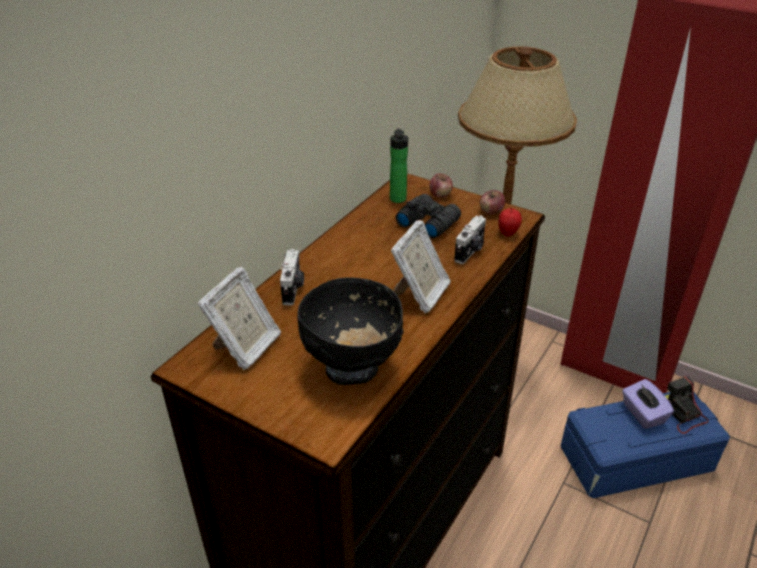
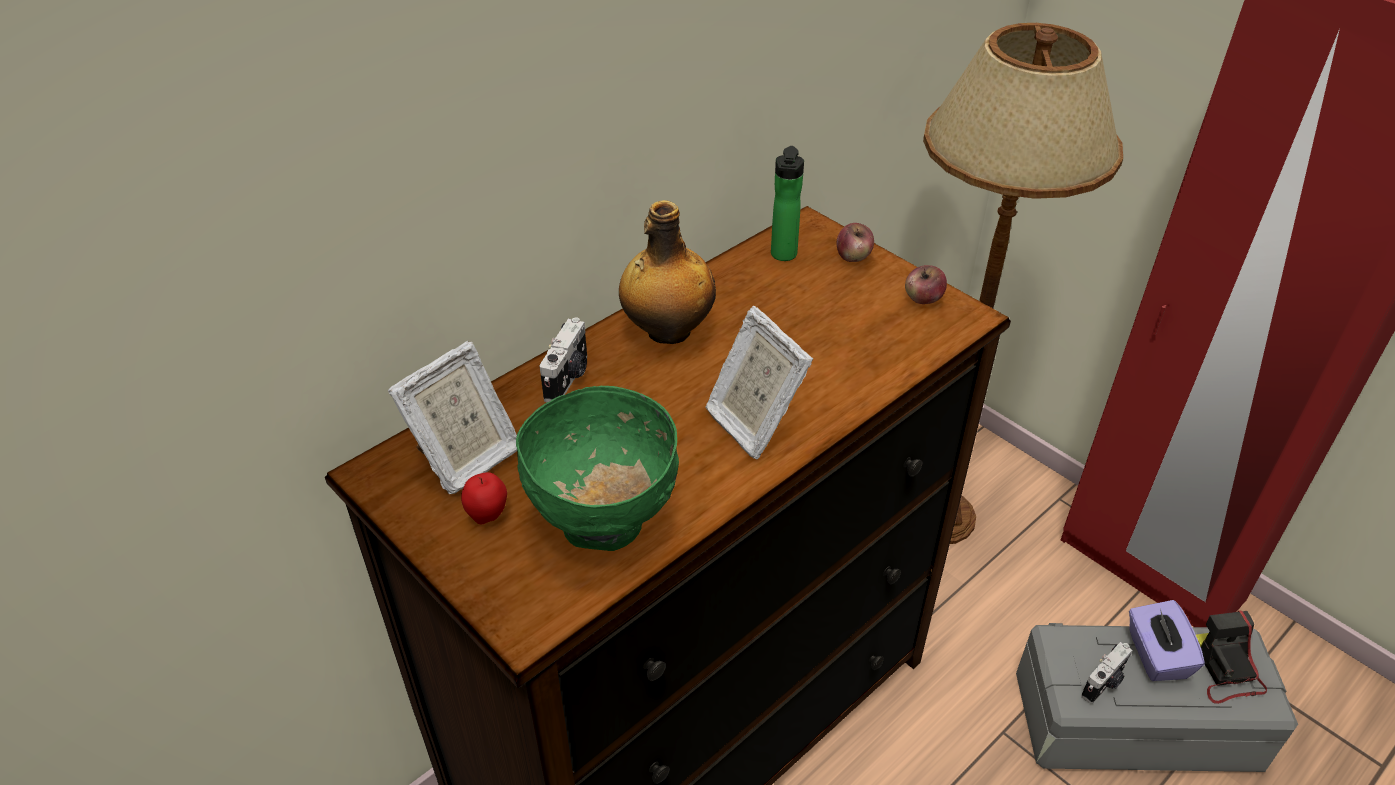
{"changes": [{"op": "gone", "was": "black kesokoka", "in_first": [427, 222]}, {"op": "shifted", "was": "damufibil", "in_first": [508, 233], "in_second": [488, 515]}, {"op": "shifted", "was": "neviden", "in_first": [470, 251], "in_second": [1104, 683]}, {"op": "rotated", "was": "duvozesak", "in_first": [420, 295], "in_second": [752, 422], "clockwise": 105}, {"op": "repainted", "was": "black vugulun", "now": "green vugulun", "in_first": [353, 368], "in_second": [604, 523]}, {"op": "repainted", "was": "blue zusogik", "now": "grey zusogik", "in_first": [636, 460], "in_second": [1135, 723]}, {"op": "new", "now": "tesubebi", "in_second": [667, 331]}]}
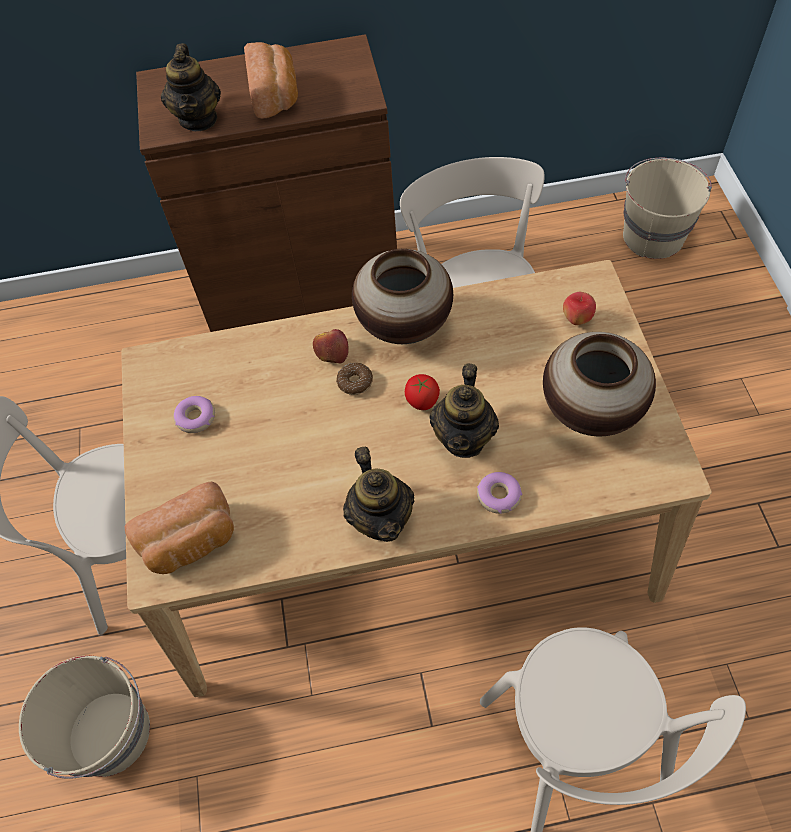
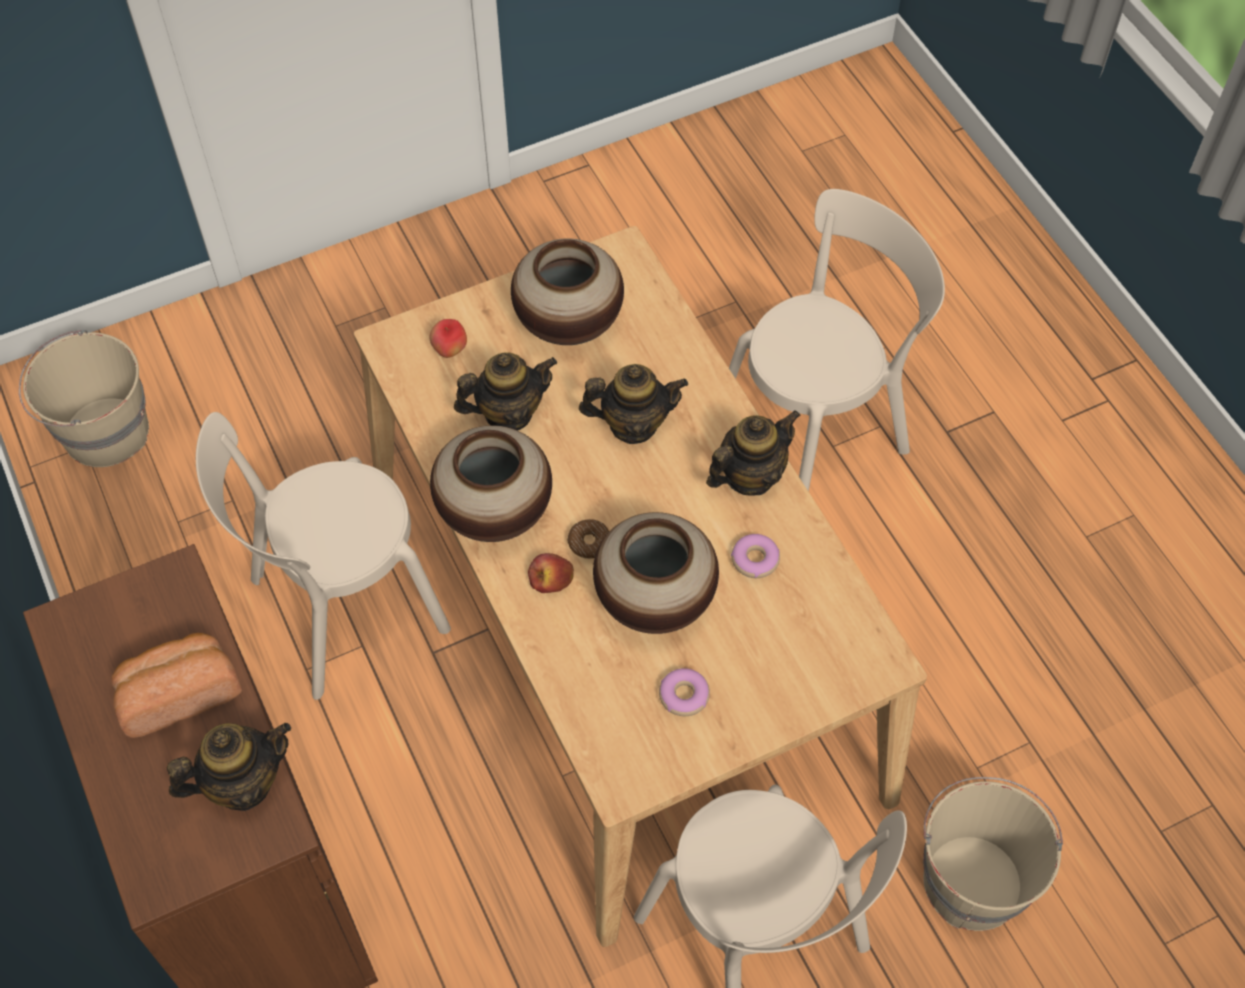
{"changes": [{"op": "gone", "was": "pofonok", "in_first": [422, 401]}, {"op": "shifted", "was": "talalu", "in_first": [498, 496], "in_second": [755, 560]}, {"op": "gone", "was": "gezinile", "in_first": [191, 542]}, {"op": "new", "now": "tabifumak", "in_second": [508, 413]}, {"op": "new", "now": "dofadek", "in_second": [654, 601]}]}
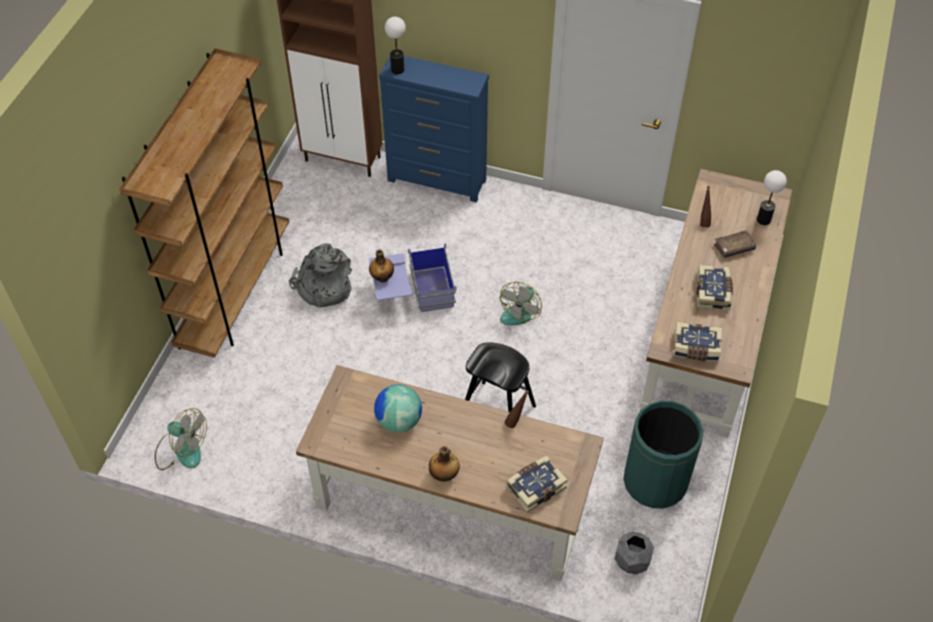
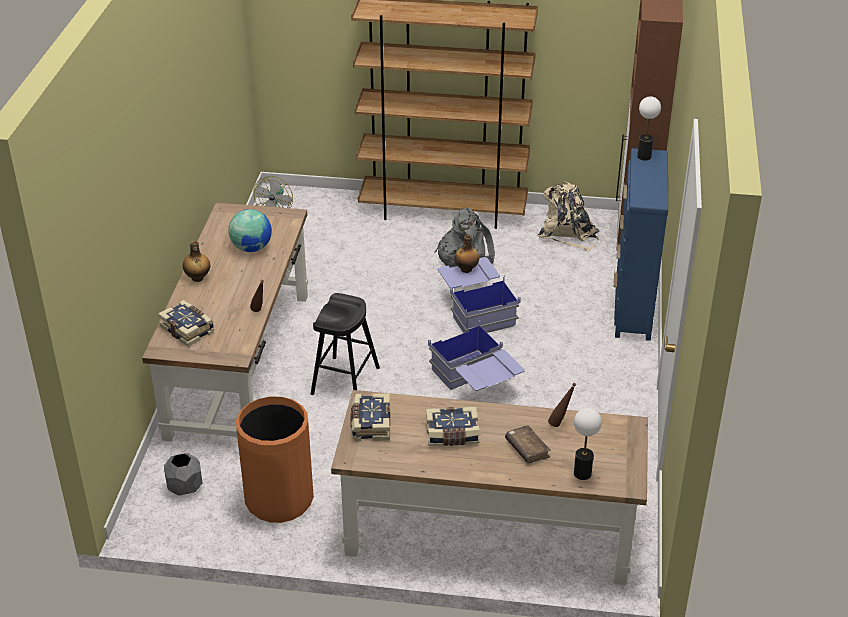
{"changes": [{"op": "swapped", "was": "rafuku", "now": "blue zusogik", "in_first": [520, 310], "in_second": [476, 383]}, {"op": "repainted", "was": "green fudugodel", "now": "orange fudugodel", "in_first": [655, 482], "in_second": [279, 499]}, {"op": "new", "now": "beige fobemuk", "in_second": [568, 234]}]}
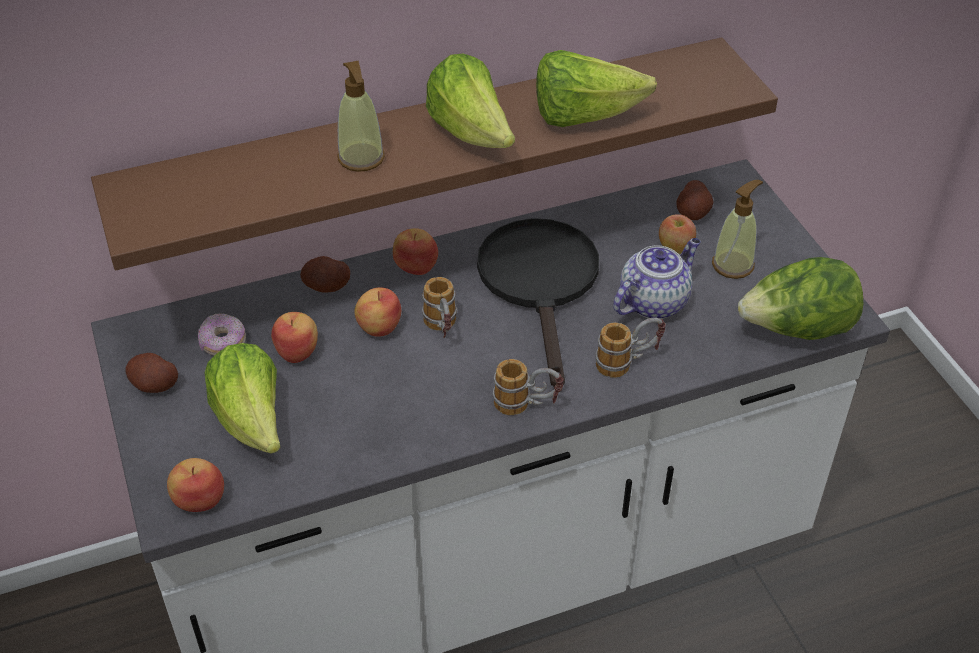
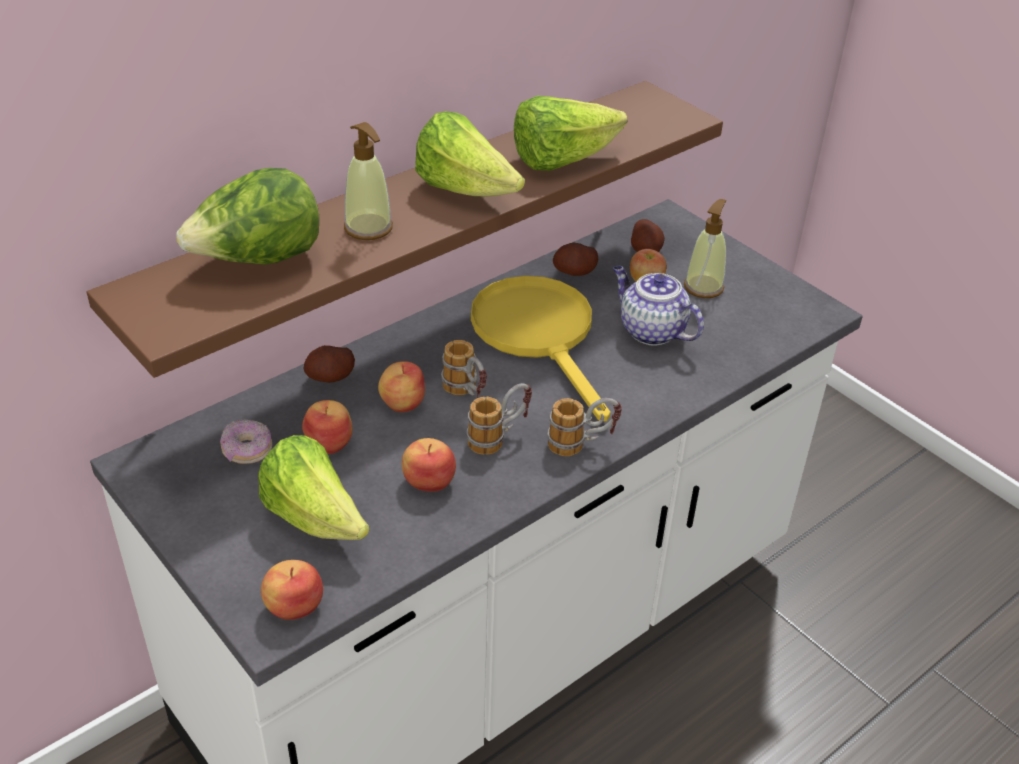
{"changes": [{"op": "repainted", "was": "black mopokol", "now": "yellow mopokol", "in_first": [541, 284], "in_second": [540, 335]}, {"op": "shifted", "was": "damufibil", "in_first": [416, 265], "in_second": [429, 481]}, {"op": "rotated", "was": "tabifumak", "in_first": [654, 301], "in_second": [650, 330], "clockwise": -75}, {"op": "shifted", "was": "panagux", "in_first": [796, 330], "in_second": [258, 261]}, {"op": "shifted", "was": "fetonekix", "in_first": [628, 363], "in_second": [499, 437]}, {"op": "shifted", "was": "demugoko", "in_first": [154, 384], "in_second": [574, 272]}]}
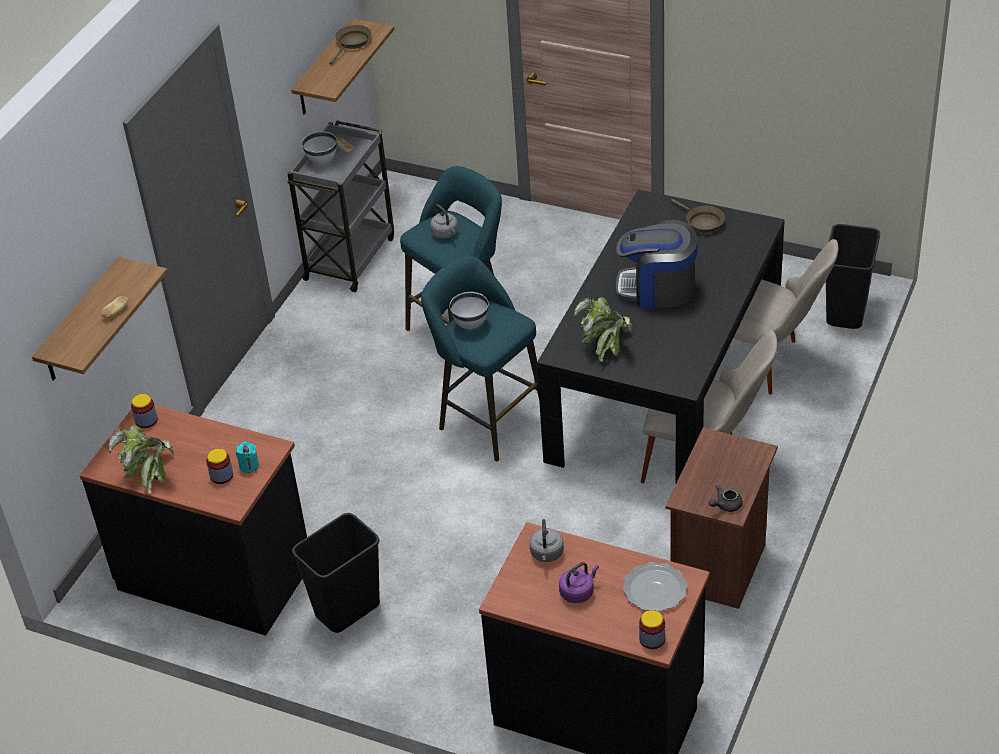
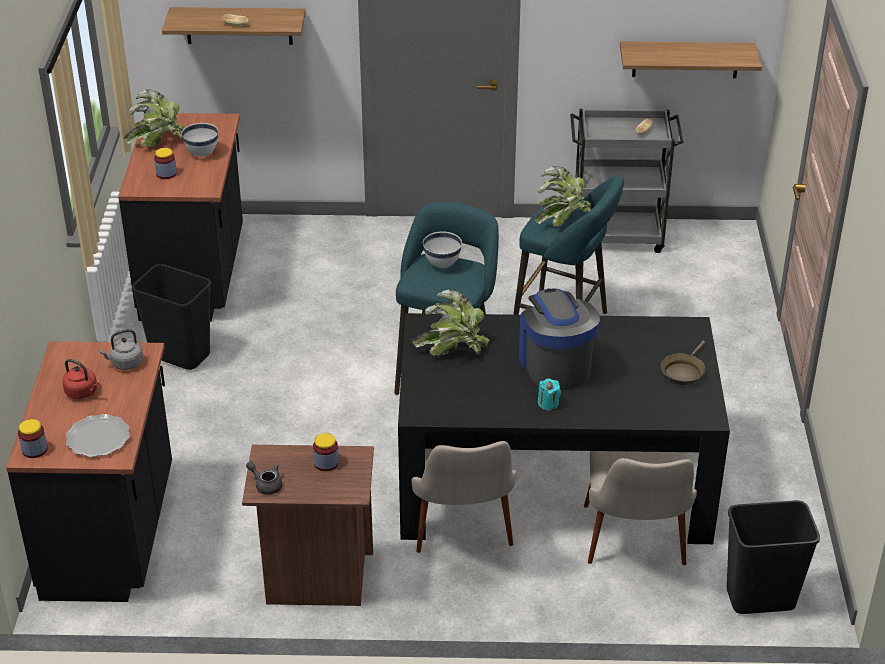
{"changes": [{"op": "gone", "was": "brown mopokol", "in_first": [352, 43]}, {"op": "shifted", "was": "white vugulun", "in_first": [322, 161], "in_second": [202, 154]}, {"op": "swapped", "was": "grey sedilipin", "now": "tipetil", "in_first": [445, 234], "in_second": [563, 219]}, {"op": "shifted", "was": "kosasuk", "in_first": [146, 420], "in_second": [326, 463]}, {"op": "shifted", "was": "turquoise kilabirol", "in_first": [249, 465], "in_second": [548, 404]}, {"op": "repainted", "was": "purple sedilipin", "now": "red sedilipin", "in_first": [578, 592], "in_second": [83, 392]}]}
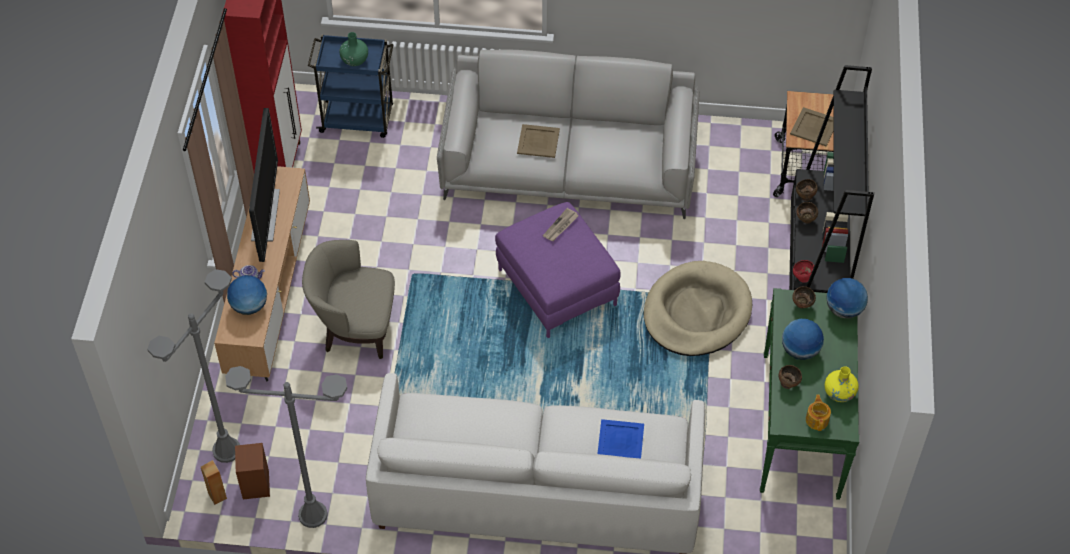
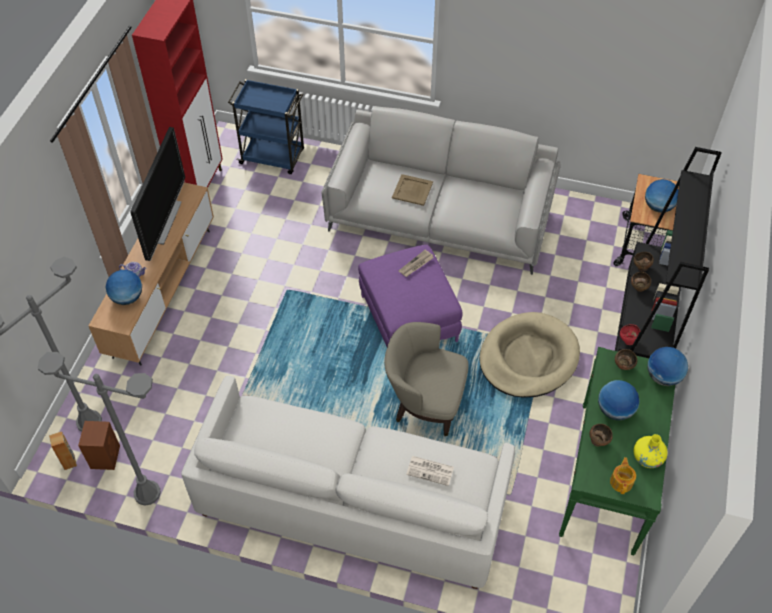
{"changes": [{"op": "gone", "was": "green dofadek", "in_first": [354, 60]}, {"op": "swapped", "was": "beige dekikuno", "now": "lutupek", "in_first": [814, 126], "in_second": [658, 207]}, {"op": "shifted", "was": "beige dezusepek", "in_first": [355, 329], "in_second": [425, 404]}, {"op": "swapped", "was": "blue dekikuno", "now": "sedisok", "in_first": [621, 440], "in_second": [431, 470]}]}
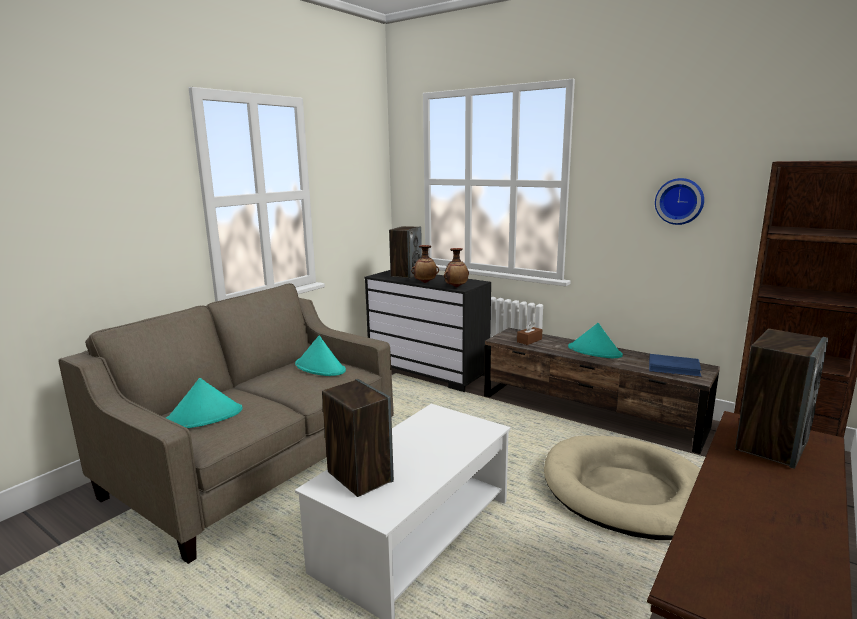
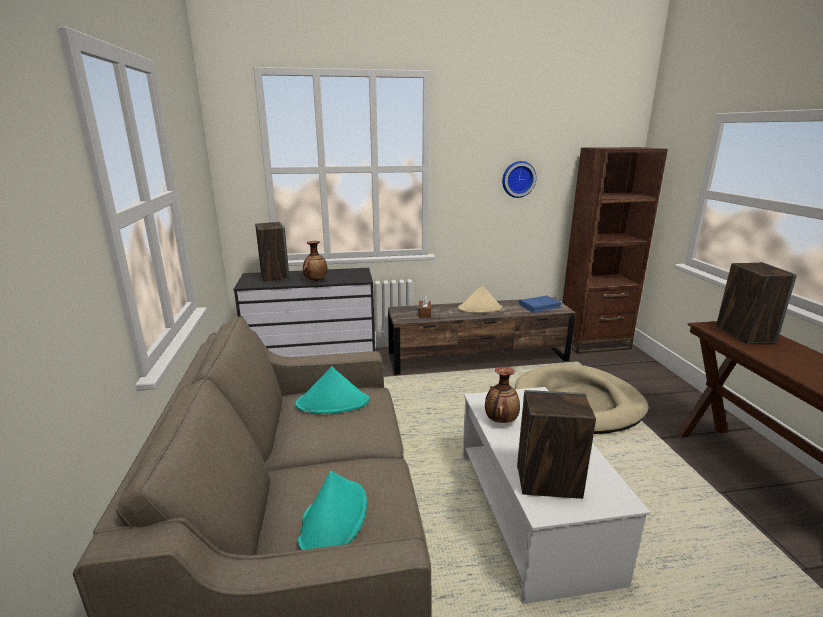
{"changes": [{"op": "shifted", "was": "dofadek", "in_first": [456, 287], "in_second": [500, 420]}, {"op": "repainted", "was": "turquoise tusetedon", "now": "beige tusetedon", "in_first": [595, 351], "in_second": [480, 308]}]}
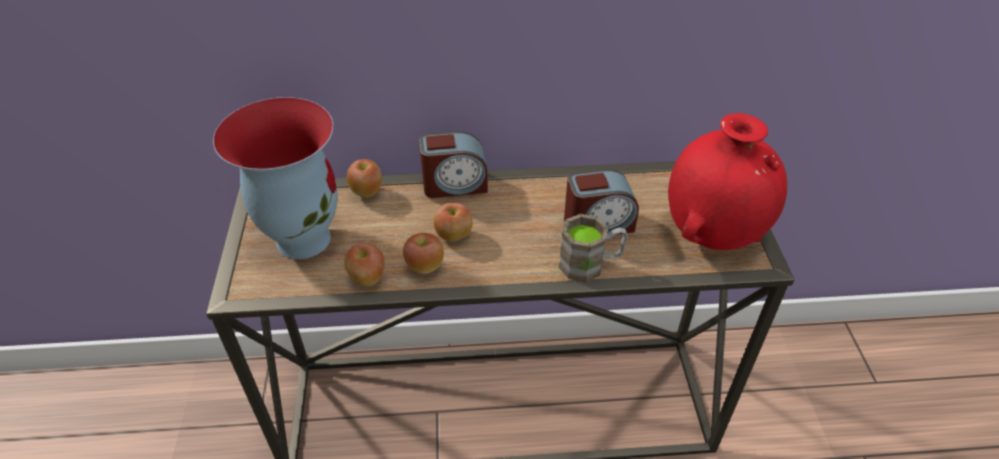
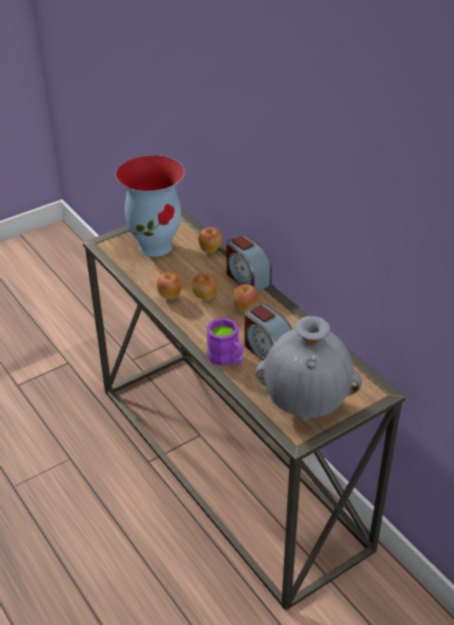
{"changes": [{"op": "repainted", "was": "red dofadek", "now": "grey dofadek", "in_first": [713, 233], "in_second": [306, 406]}, {"op": "repainted", "was": "brown fetonekix", "now": "purple fetonekix", "in_first": [590, 264], "in_second": [227, 358]}, {"op": "shifted", "was": "damufibil", "in_first": [367, 278], "in_second": [244, 308]}]}
